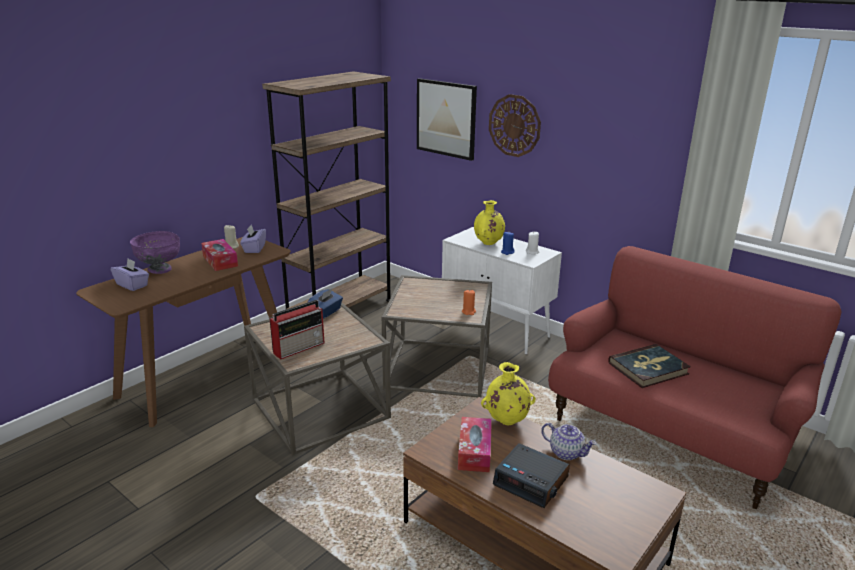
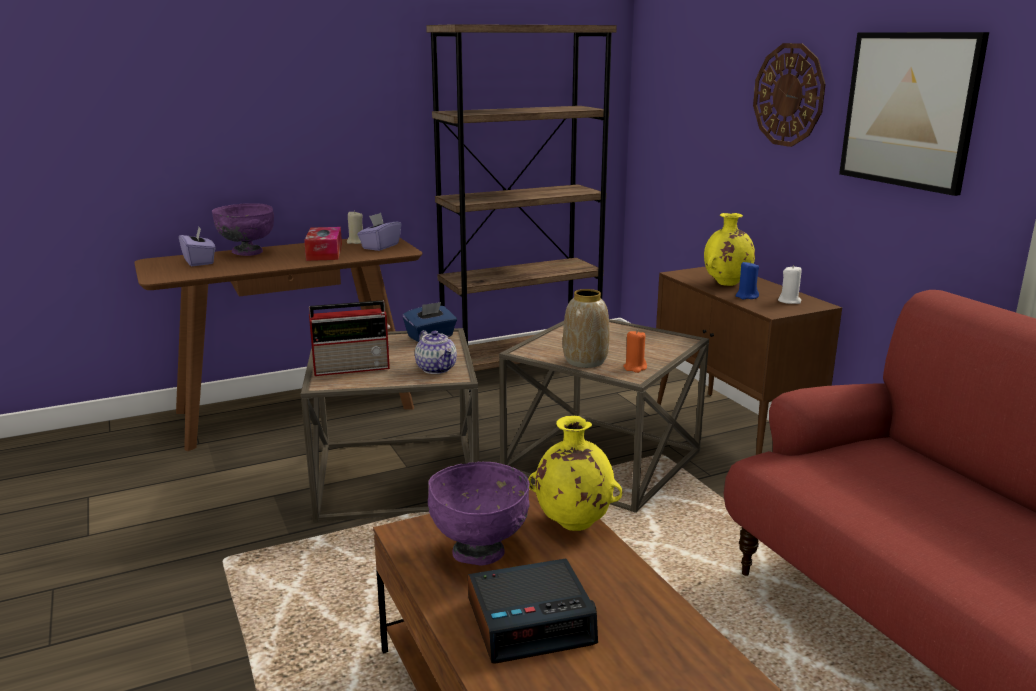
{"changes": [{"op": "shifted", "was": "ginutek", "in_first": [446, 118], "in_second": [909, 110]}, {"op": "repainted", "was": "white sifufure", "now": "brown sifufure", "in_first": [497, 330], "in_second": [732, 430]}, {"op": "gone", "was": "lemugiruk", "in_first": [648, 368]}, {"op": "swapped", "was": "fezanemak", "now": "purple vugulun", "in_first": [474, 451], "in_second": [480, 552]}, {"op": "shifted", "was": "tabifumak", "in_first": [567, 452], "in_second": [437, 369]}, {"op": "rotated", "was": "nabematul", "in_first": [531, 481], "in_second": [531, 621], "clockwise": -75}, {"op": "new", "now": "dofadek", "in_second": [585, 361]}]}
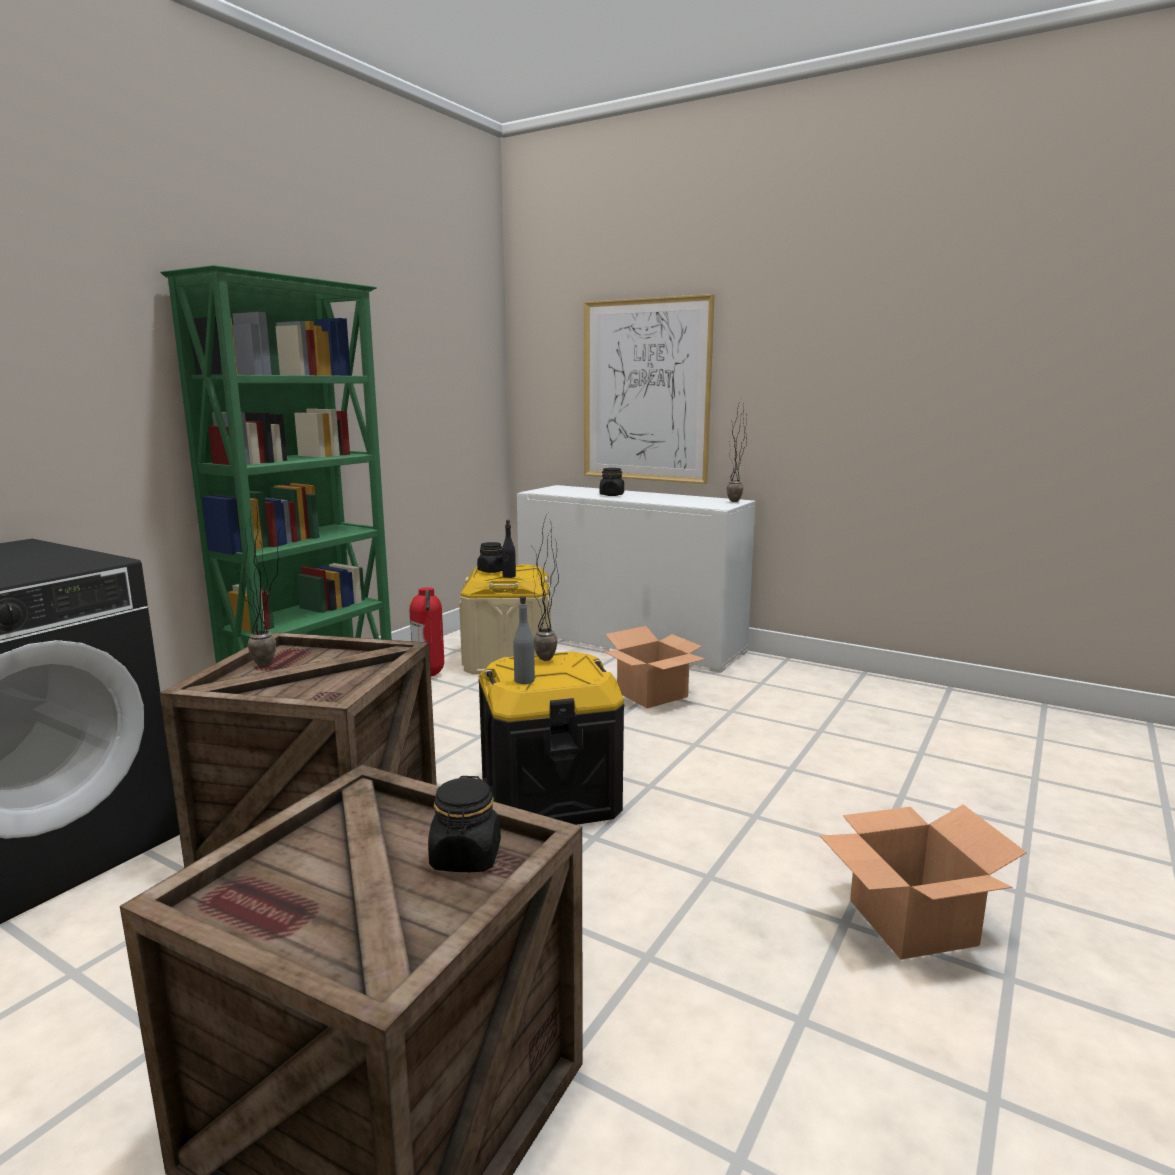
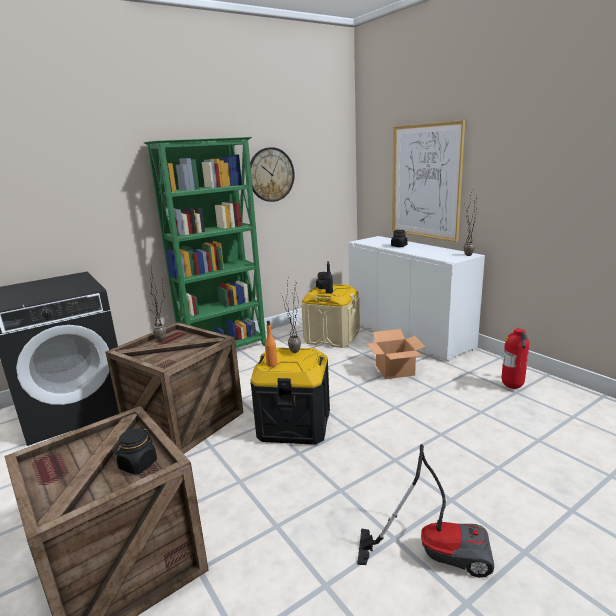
{"changes": [{"op": "shifted", "was": "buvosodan", "in_first": [430, 675], "in_second": [512, 387]}, {"op": "repainted", "was": "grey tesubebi", "now": "orange tesubebi", "in_first": [524, 680], "in_second": [272, 364]}, {"op": "swapped", "was": "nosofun", "now": "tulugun", "in_first": [913, 923], "in_second": [435, 551]}, {"op": "new", "now": "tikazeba", "in_second": [271, 175]}]}
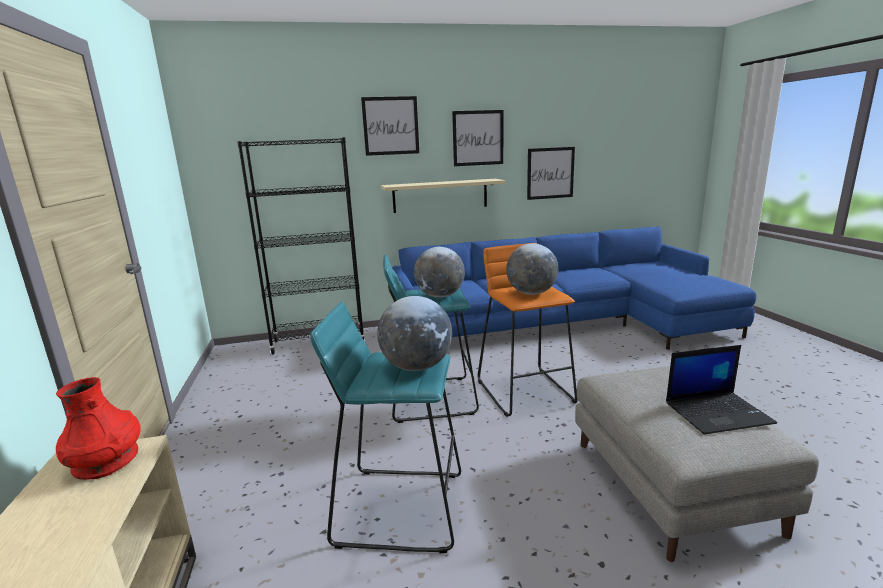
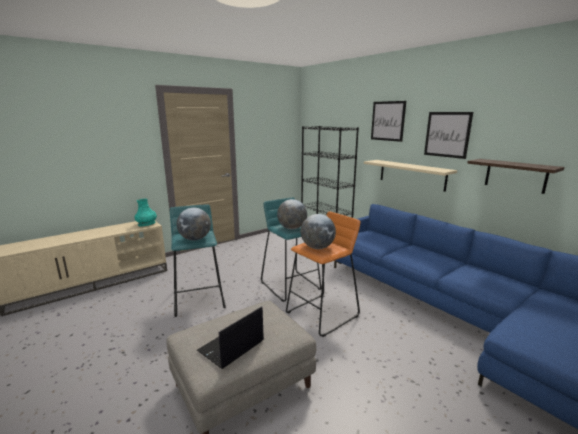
{"changes": [{"op": "swapped", "was": "ginutek", "now": "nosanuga", "in_first": [550, 173], "in_second": [515, 175]}, {"op": "rotated", "was": "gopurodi", "in_first": [718, 412], "in_second": [231, 347], "clockwise": 75}, {"op": "repainted", "was": "red dofadek", "now": "turquoise dofadek", "in_first": [106, 461], "in_second": [146, 224]}]}
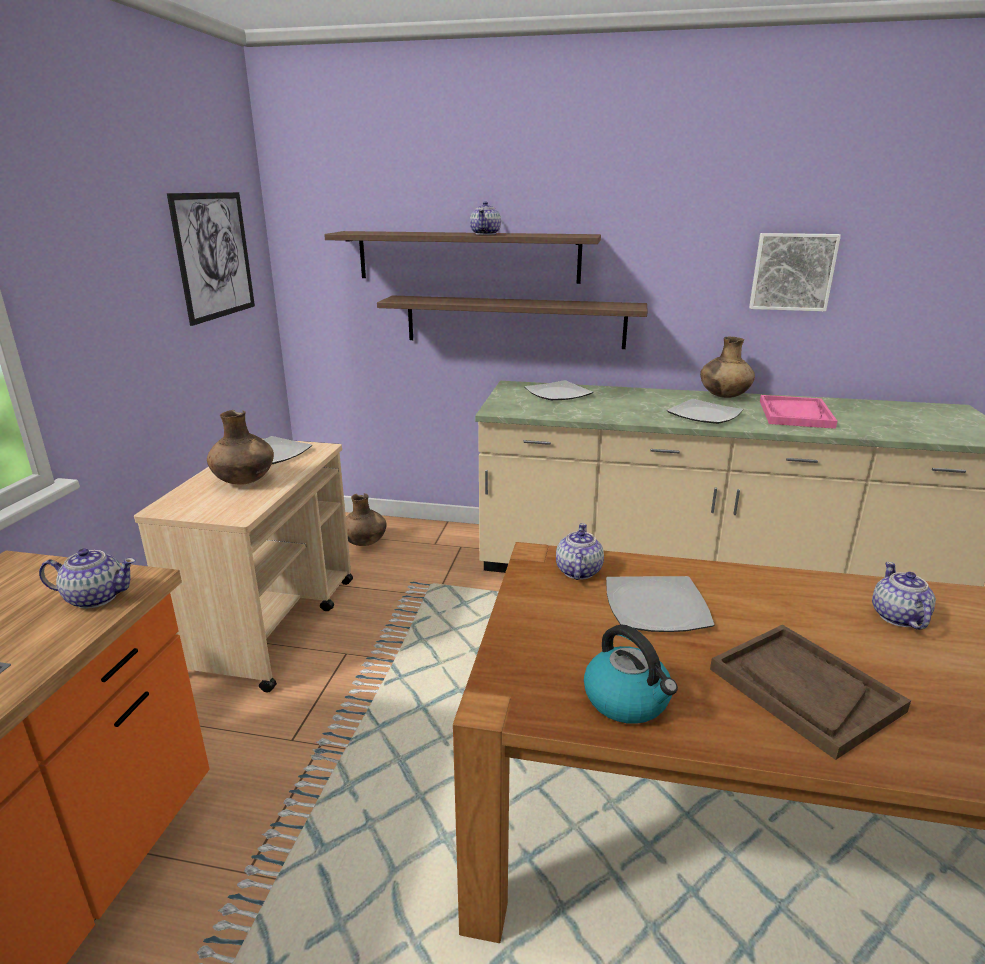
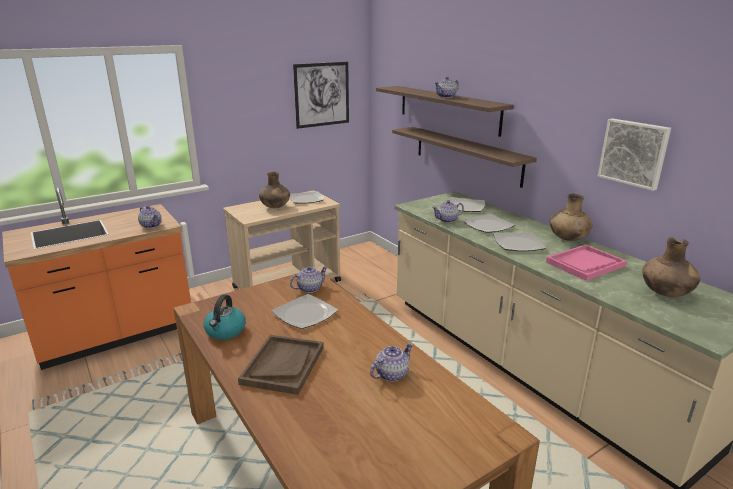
{"changes": [{"op": "shifted", "was": "brown dofadek", "in_first": [365, 543], "in_second": [666, 293]}, {"op": "new", "now": "tabifumak", "in_second": [447, 220]}, {"op": "new", "now": "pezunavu", "in_second": [487, 225]}]}
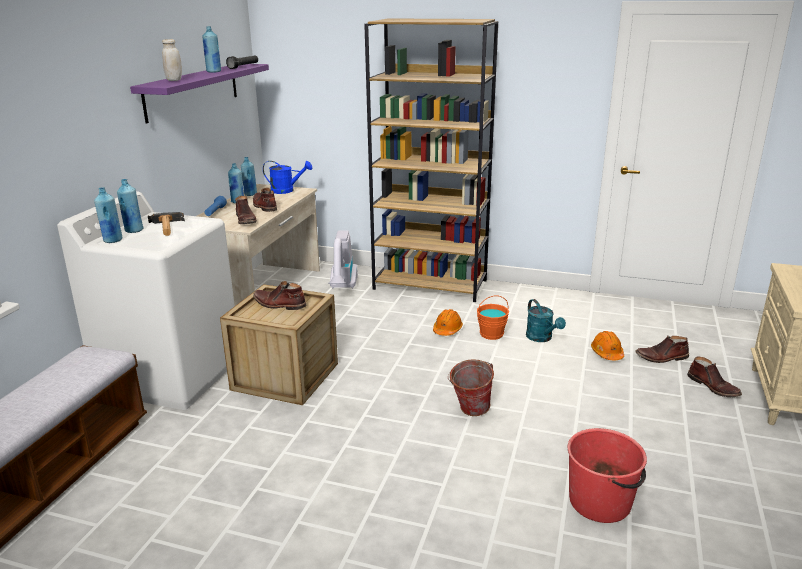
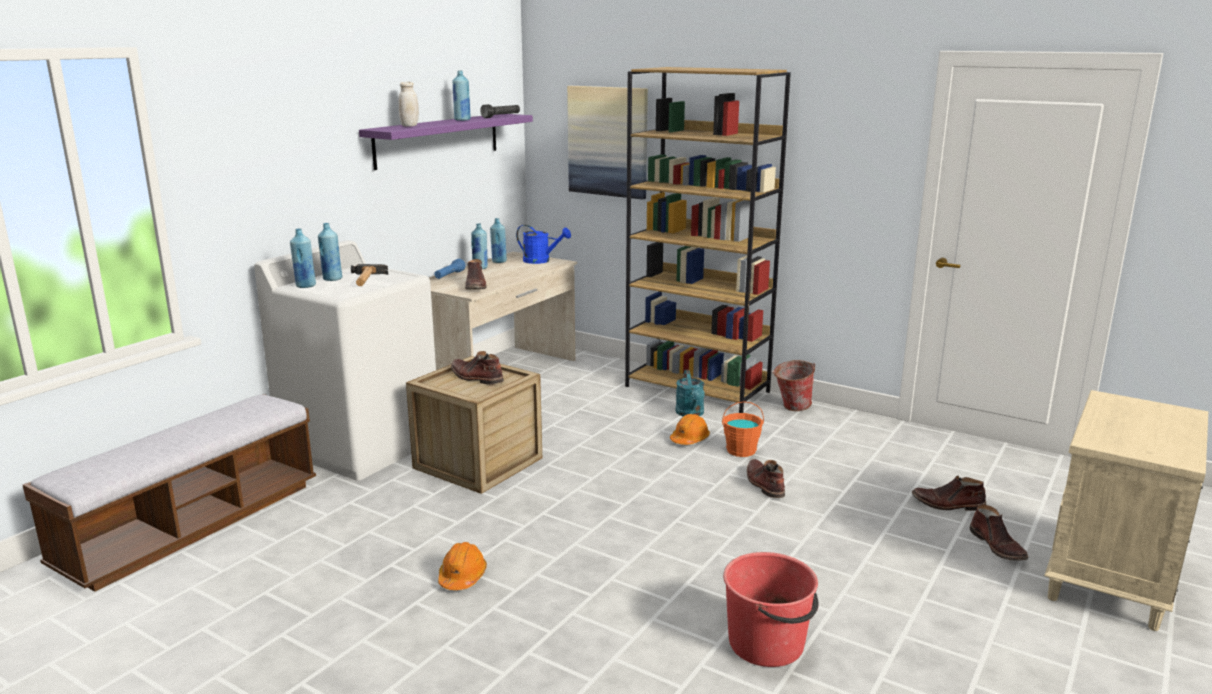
{"changes": [{"op": "shifted", "was": "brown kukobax", "in_first": [264, 206], "in_second": [764, 484]}, {"op": "gone", "was": "tulugun", "in_first": [343, 288]}, {"op": "shifted", "was": "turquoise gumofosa", "in_first": [542, 338], "in_second": [691, 414]}, {"op": "shifted", "was": "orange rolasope", "in_first": [607, 353], "in_second": [462, 577]}, {"op": "shifted", "was": "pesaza", "in_first": [469, 411], "in_second": [791, 408]}, {"op": "new", "now": "ginutek", "in_second": [608, 141]}]}
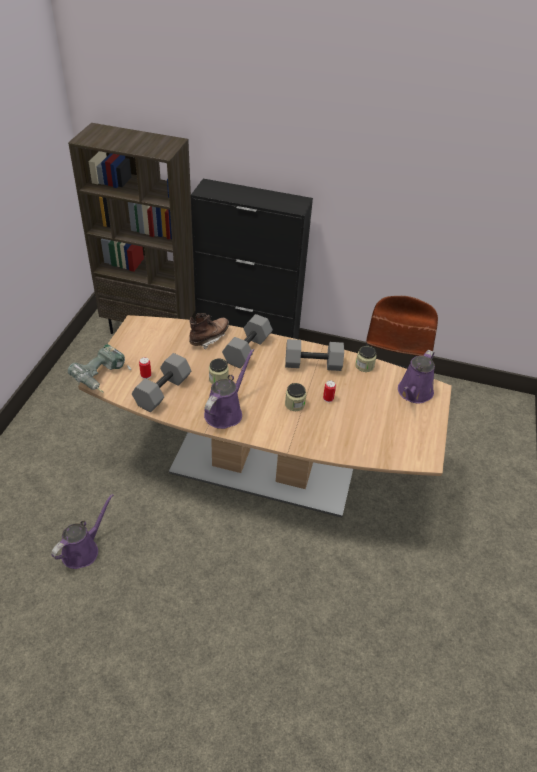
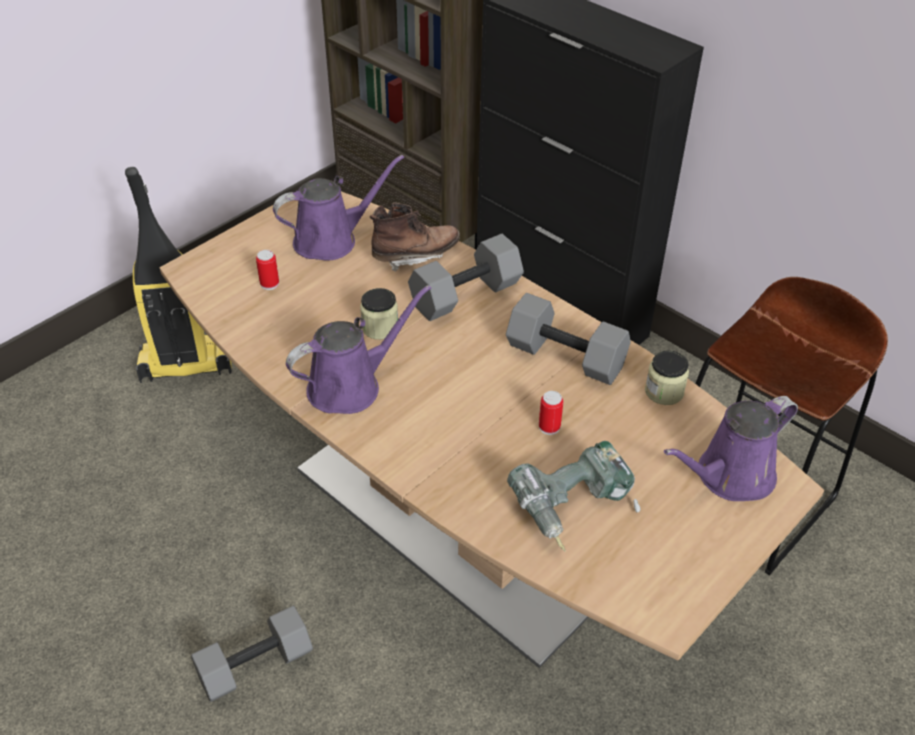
{"changes": [{"op": "shifted", "was": "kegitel", "in_first": [102, 378], "in_second": [574, 510]}, {"op": "shifted", "was": "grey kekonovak", "in_first": [163, 392], "in_second": [255, 667]}, {"op": "gone", "was": "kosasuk", "in_first": [294, 404]}, {"op": "shifted", "was": "purple gumofosa", "in_first": [83, 550], "in_second": [331, 240]}, {"op": "new", "now": "tulugun", "in_second": [186, 364]}]}
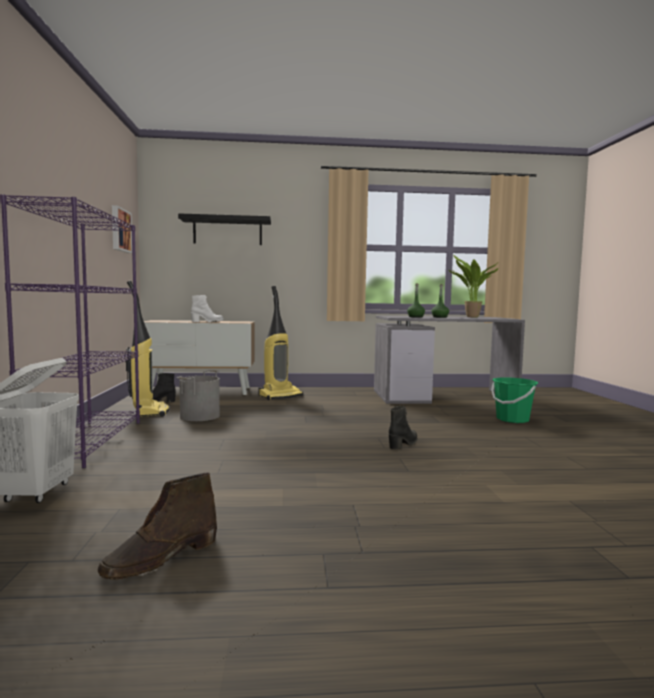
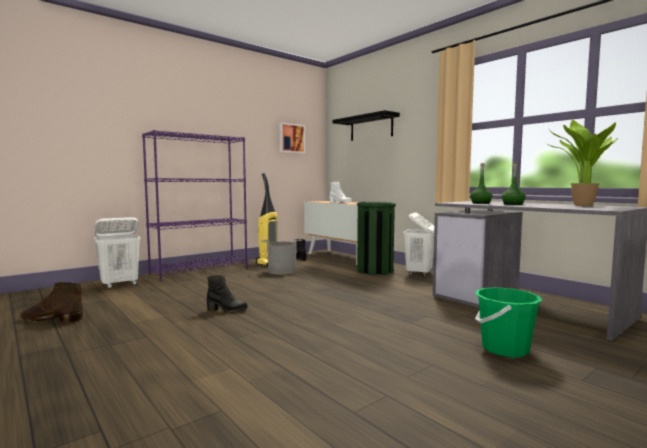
{"changes": [{"op": "swapped", "was": "tulugun", "now": "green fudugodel", "in_first": [280, 396], "in_second": [375, 270]}, {"op": "shifted", "was": "black kukobax", "in_first": [403, 444], "in_second": [227, 310]}, {"op": "new", "now": "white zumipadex", "in_second": [419, 274]}]}
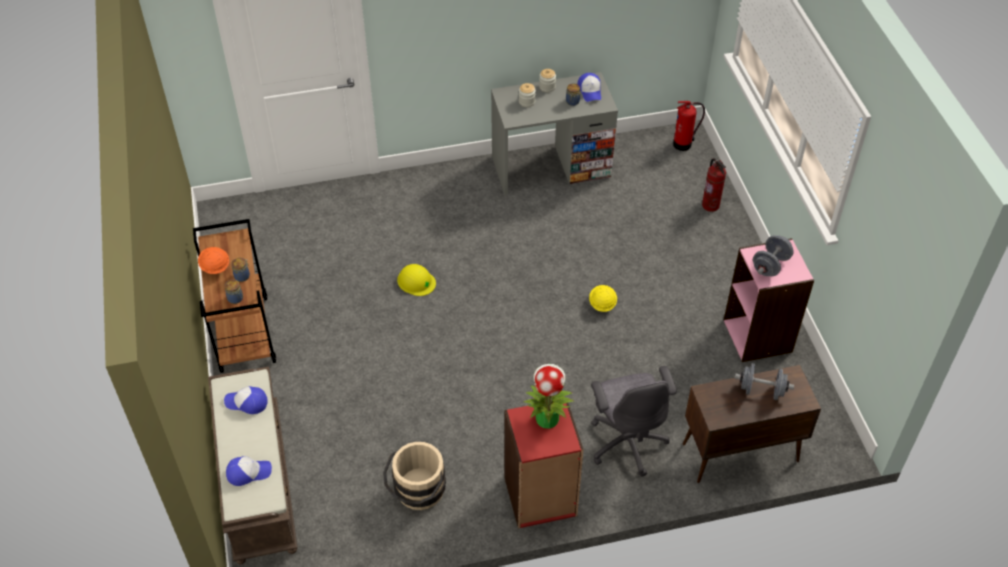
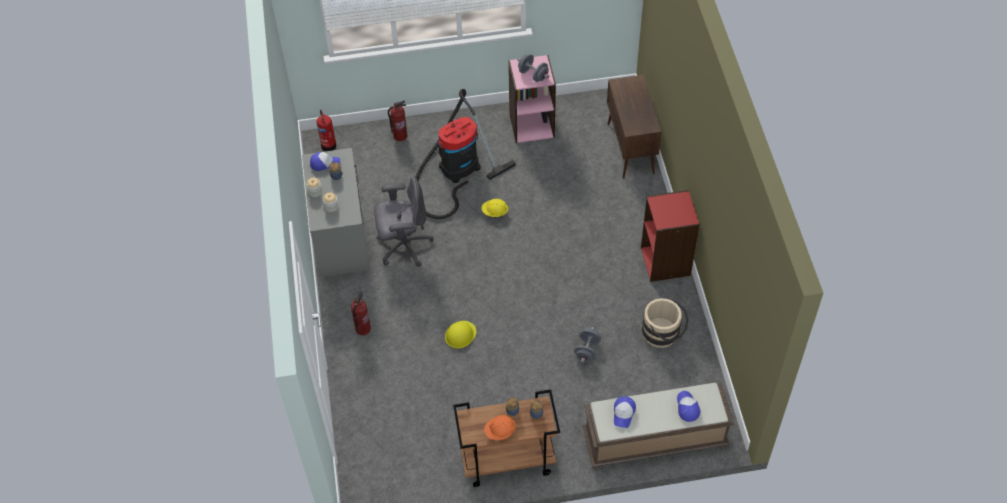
{"changes": [{"op": "shifted", "was": "grey kekonovak", "in_first": [761, 390], "in_second": [587, 350]}, {"op": "gone", "was": "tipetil", "in_first": [547, 418]}, {"op": "shifted", "was": "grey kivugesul", "in_first": [627, 441], "in_second": [403, 246]}, {"op": "new", "now": "tulugun", "in_second": [456, 170]}, {"op": "new", "now": "buvosodan", "in_second": [362, 328]}]}
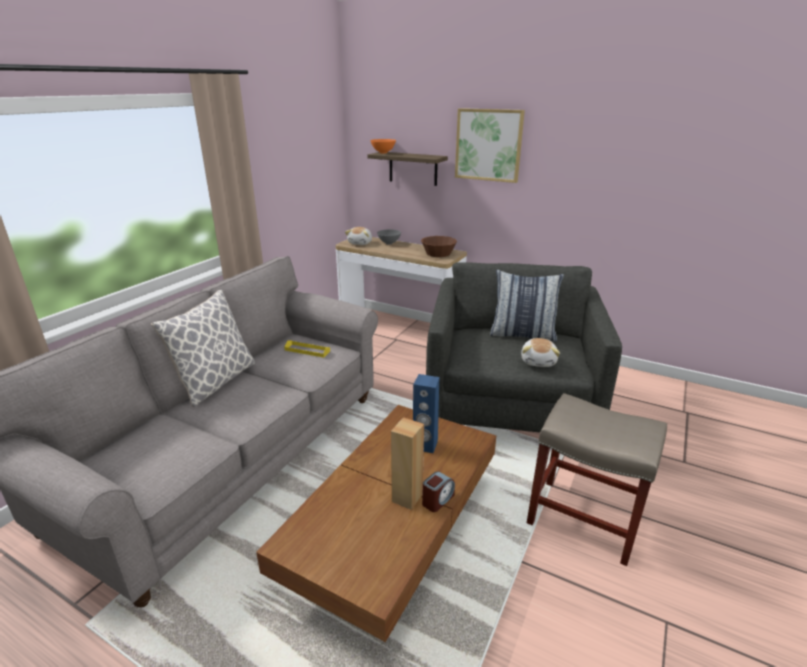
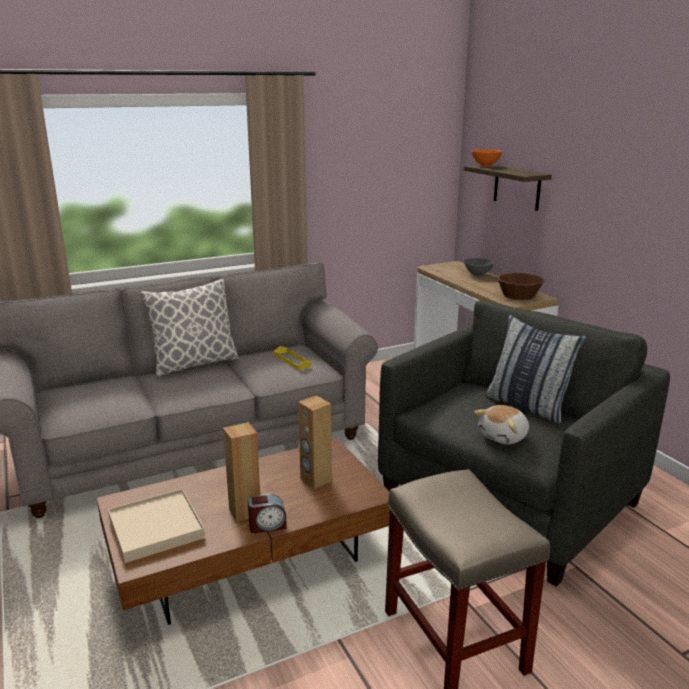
{"changes": [{"op": "gone", "was": "ginutek", "in_first": [488, 145]}, {"op": "gone", "was": "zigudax", "in_first": [360, 243]}, {"op": "repainted", "was": "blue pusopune", "now": "brown pusopune", "in_first": [425, 445], "in_second": [315, 480]}, {"op": "new", "now": "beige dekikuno", "in_second": [156, 528]}]}
